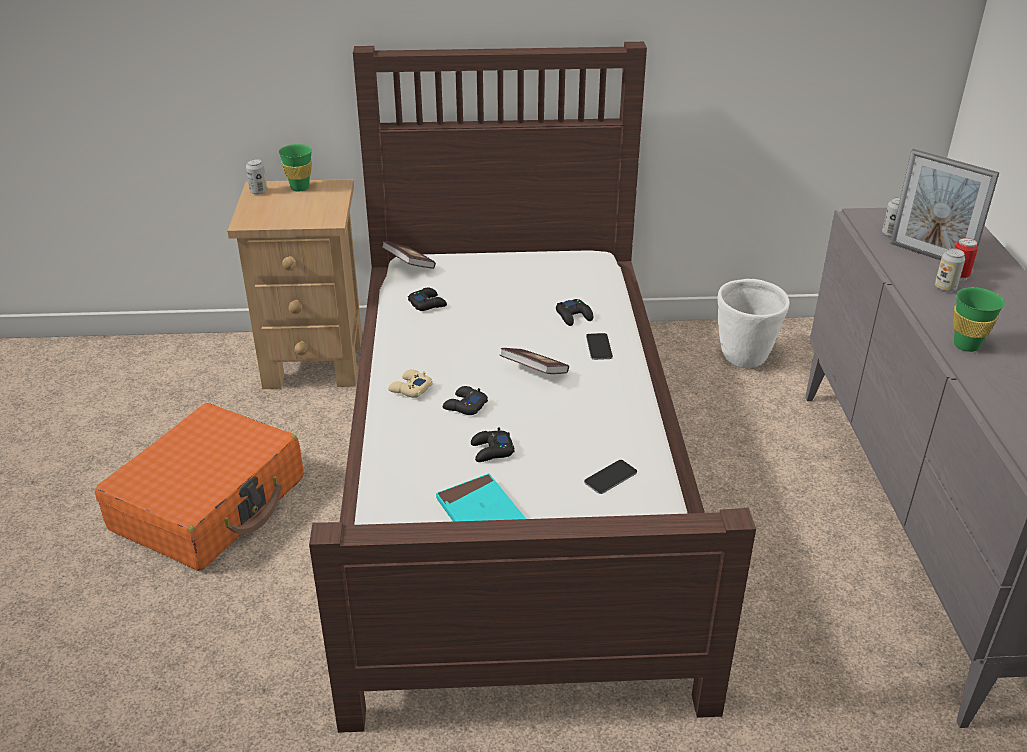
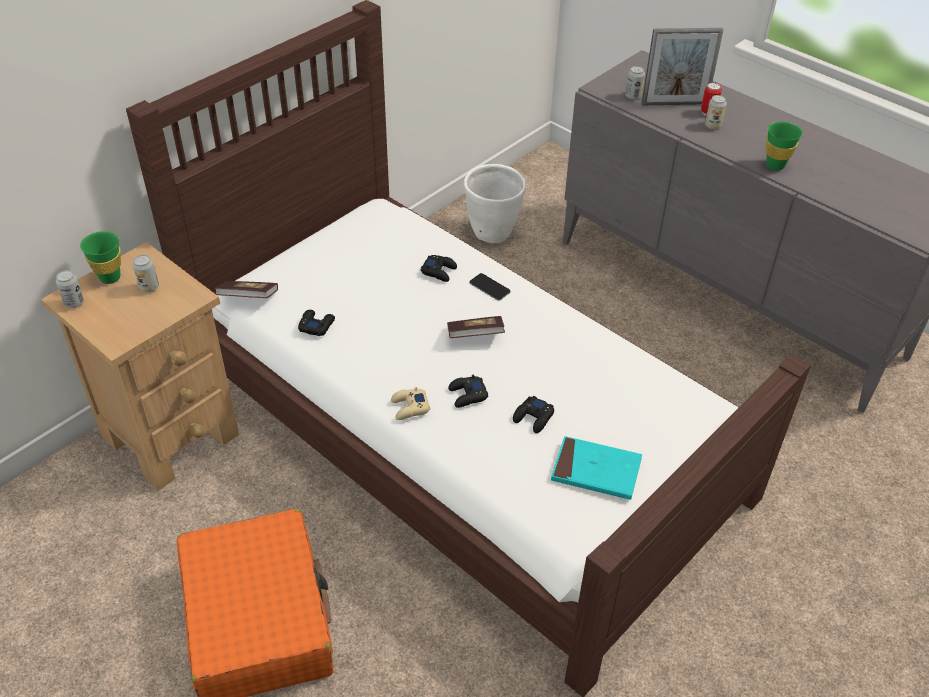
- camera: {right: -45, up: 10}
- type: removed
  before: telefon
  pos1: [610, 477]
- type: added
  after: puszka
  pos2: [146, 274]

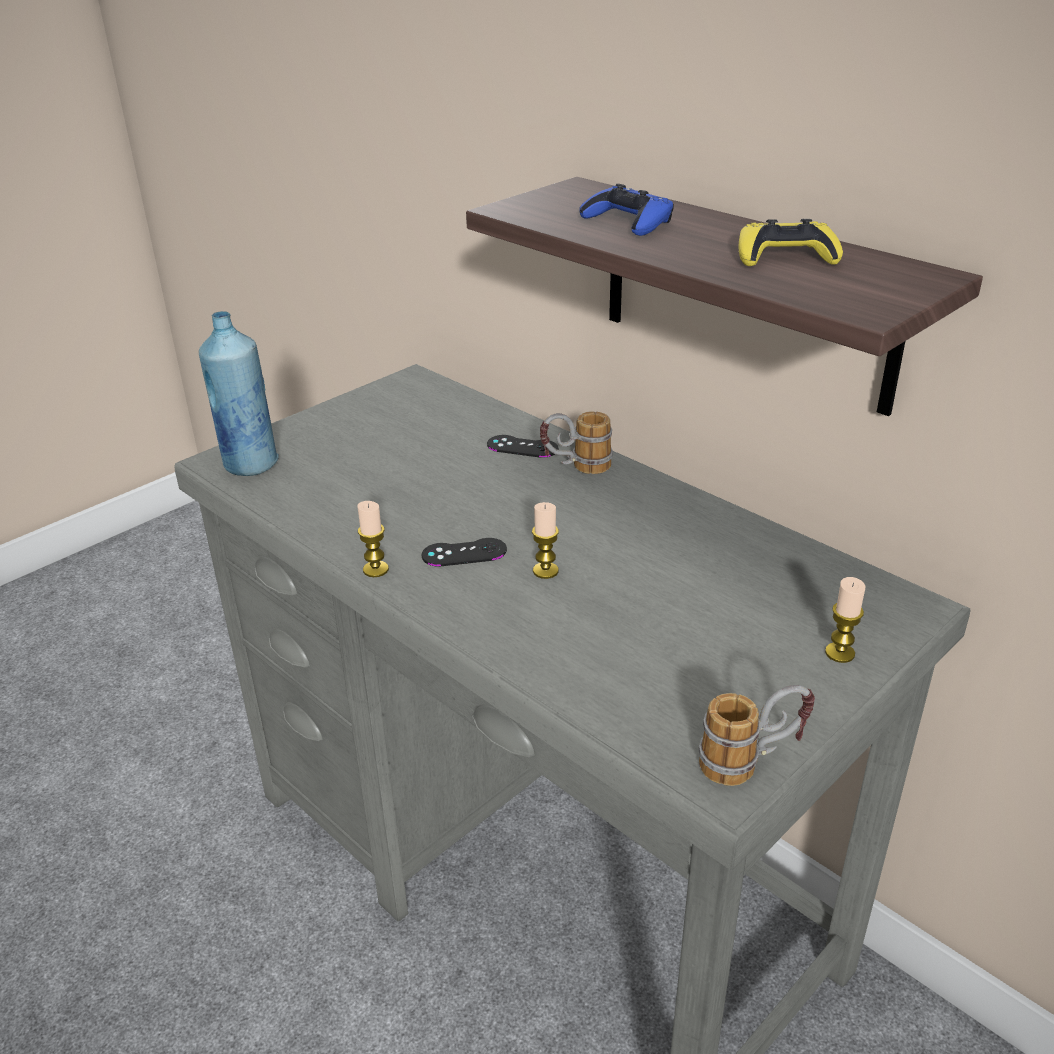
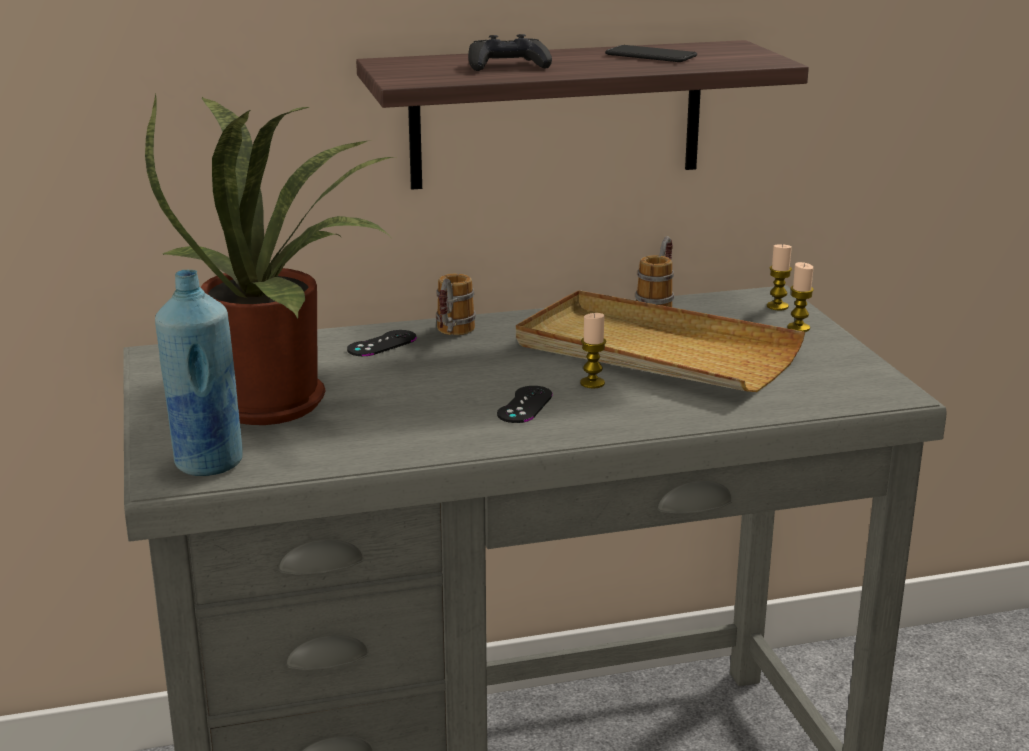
- camera: {right: -60, up: -10}
- type: moved
  before: świeca
  pos1: [373, 539]
  pos2: [779, 277]
- type: recoloured
  before: pad do gier (niebieski)
  after: pad do gier (czarny)
  pos1: [626, 210]
  pos2: [510, 52]
- type: moved
  before: kubek
  pos1: [757, 735]
  pos2: [654, 271]
- type: replaced
  before: pad do gier (żółty)
  after: telefon
  pos1: [791, 242]
  pos2: [651, 53]
- type: added
  after: roślina doniczkowa
  pos2: [270, 259]
- type: added
  after: taca (beżowy)
  pos2: [660, 341]

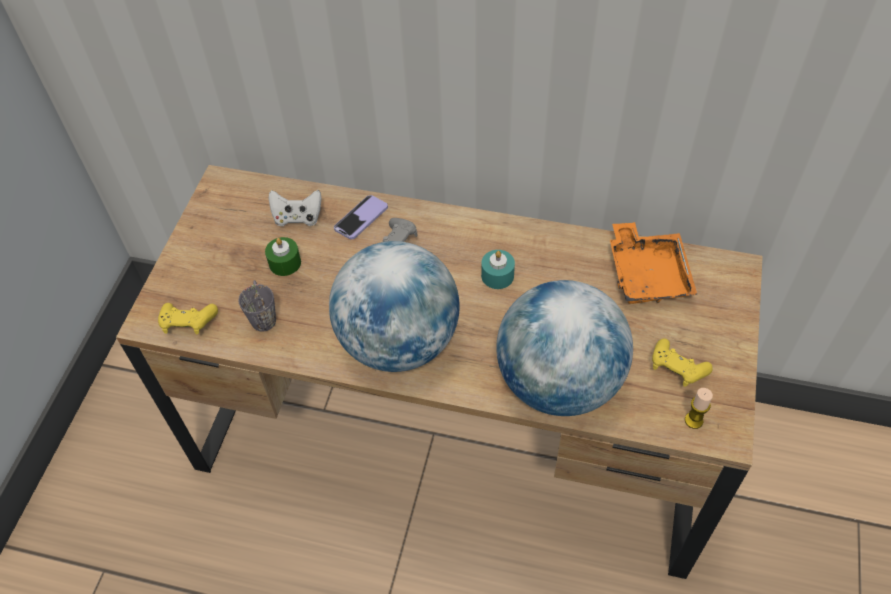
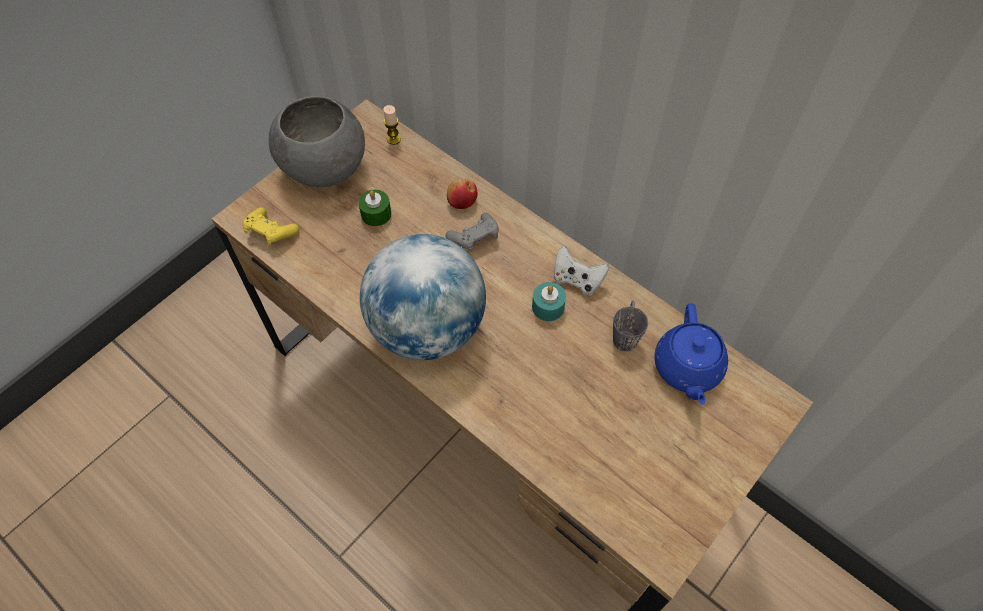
- camera: {right: 25, up: 5}
- type: moved
  before: kubek (szary)
  pos1: [257, 306]
  pos2: [630, 326]
- type: moved
  before: pad do gier (biały)
  pos1: [295, 208]
  pos2: [581, 270]
- type: replaced
  before: telefon
  after: jabłko
  pos1: [361, 217]
  pos2: [462, 193]
- type: removed
  before: globus
  pos1: [564, 348]
- type: replaced
  before: taca (pomarańczowy)
  after: imbryk (niebieski)
  pos1: [653, 263]
  pos2: [691, 354]
- type: removed
  before: pad do gier (żółty)
  pos1: [682, 362]
- type: moved
  before: świeca
  pos1: [699, 408]
  pos2: [392, 125]
- type: added
  after: miska (szary)
  pos2: [317, 141]

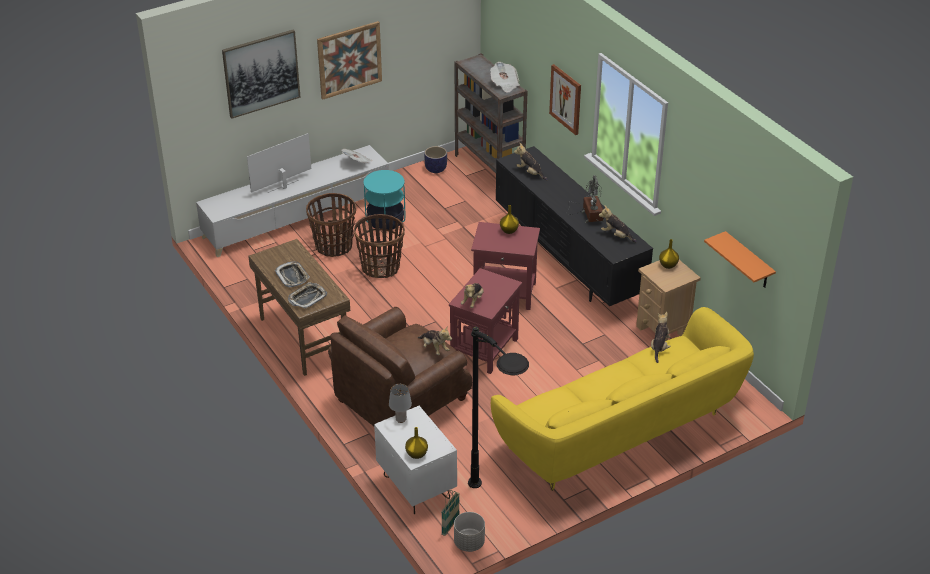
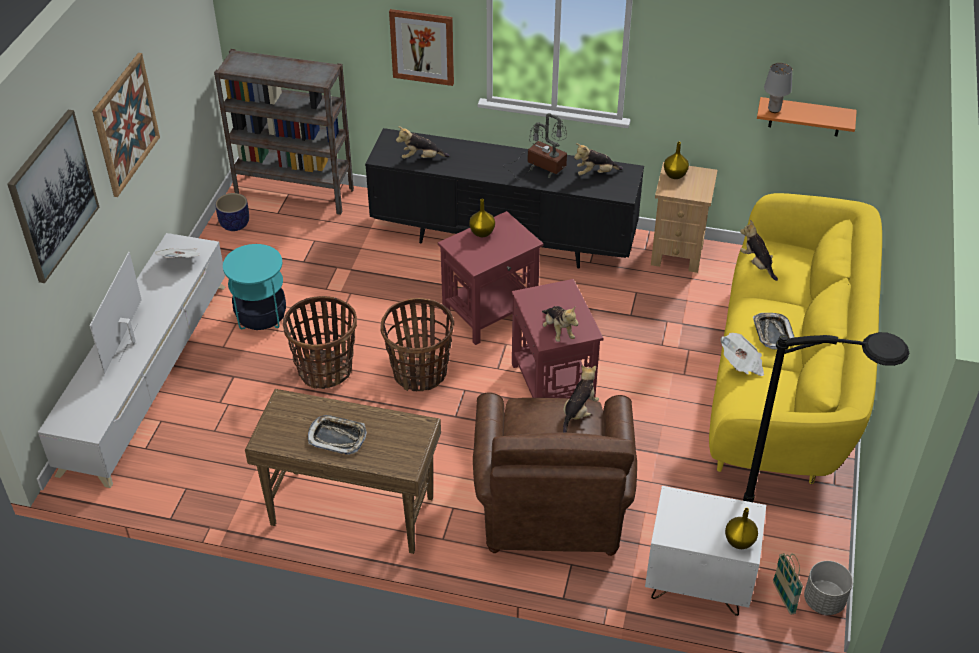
- camera: {right: -45, up: 5}
- type: moved
  before: taca
  pos1: [307, 295]
  pos2: [773, 331]
- type: moved
  before: koszyk
  pos1: [331, 225]
  pos2: [417, 344]
- type: moved
  before: lampa stołowa (szary)
  pos1: [400, 403]
  pos2: [778, 88]
- type: turned
  before: pluszak
  pos1: [435, 341]
  pos2: [581, 399]
  turn: -60
- type: moved
  before: gazeta
  pos1: [505, 77]
  pos2: [742, 354]

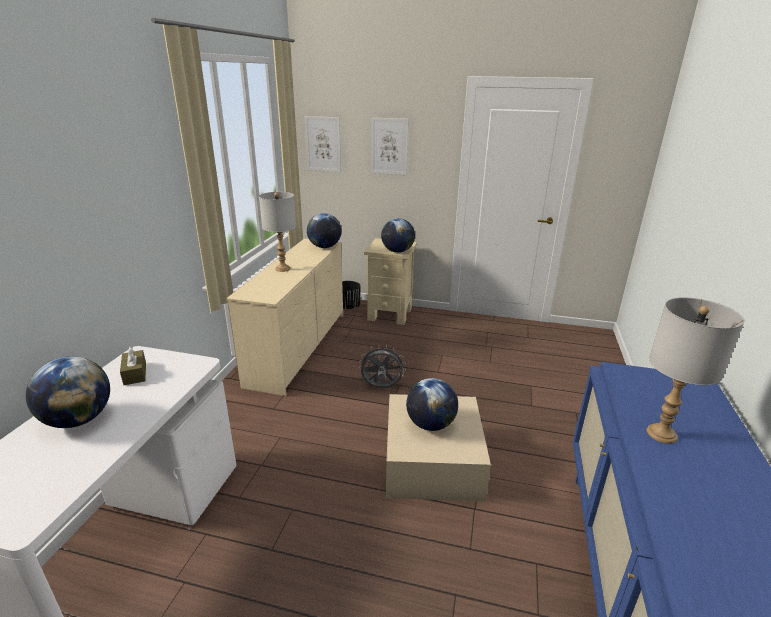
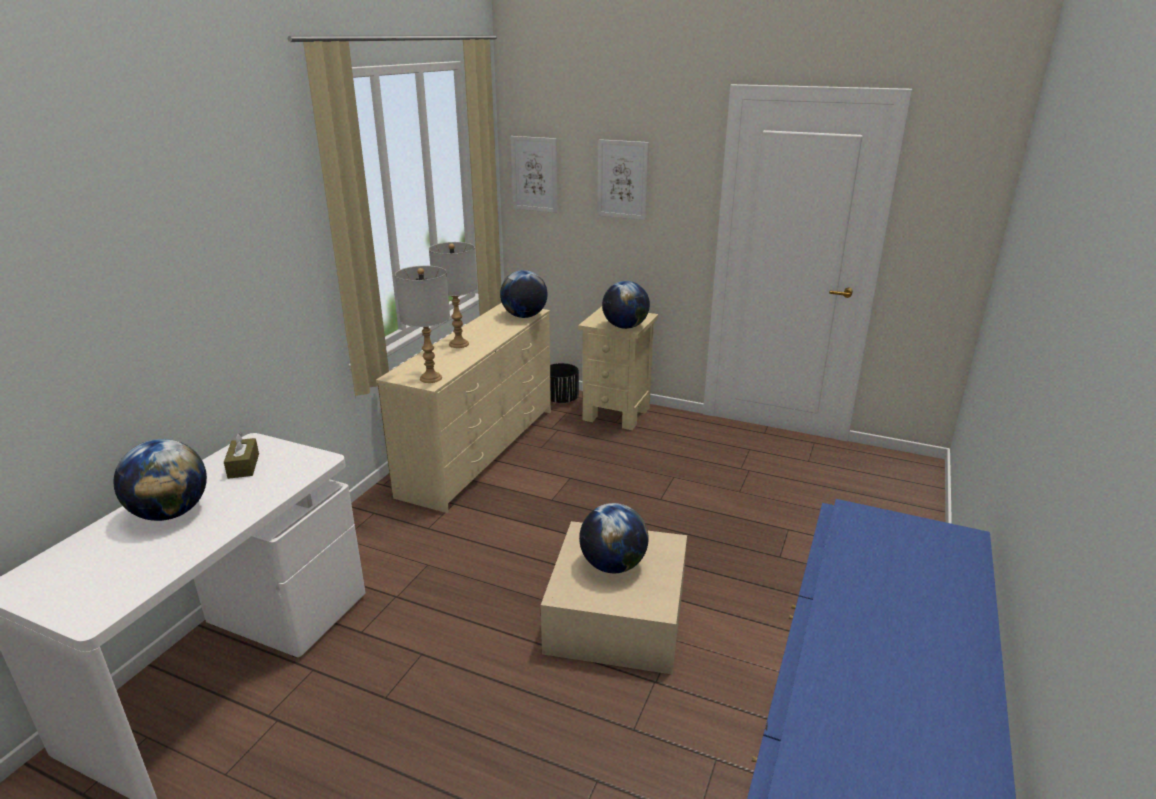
- camera: {right: 10, up: 0}
- type: removed
  before: wentylator (szary)
  pos1: [382, 366]
- type: moved
  before: lampa stołowa (szary)
  pos1: [695, 370]
  pos2: [422, 324]

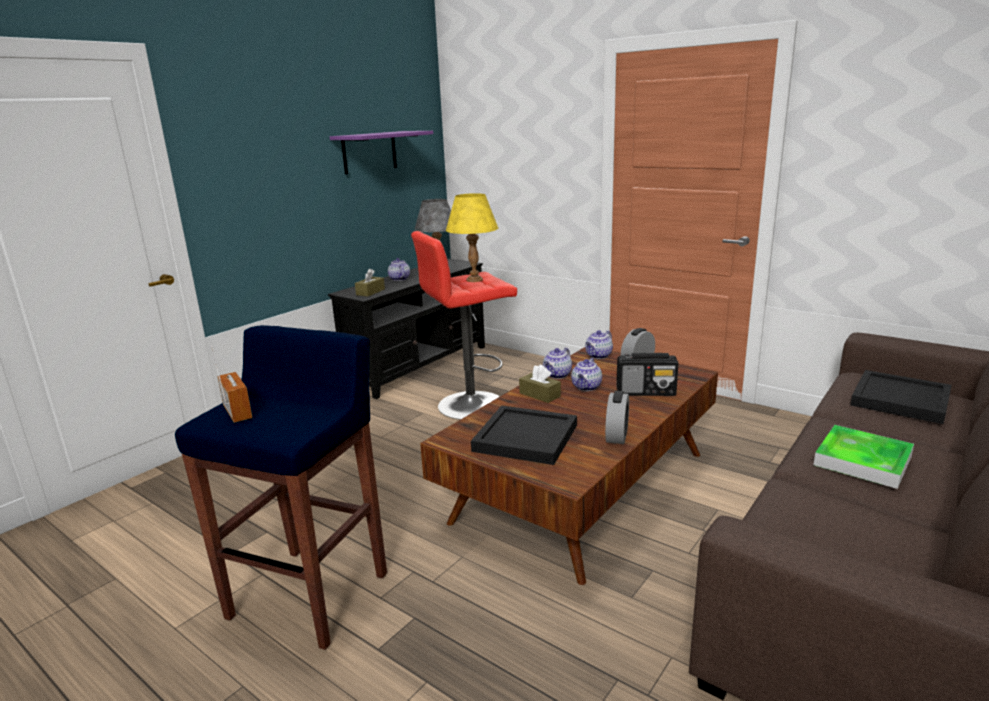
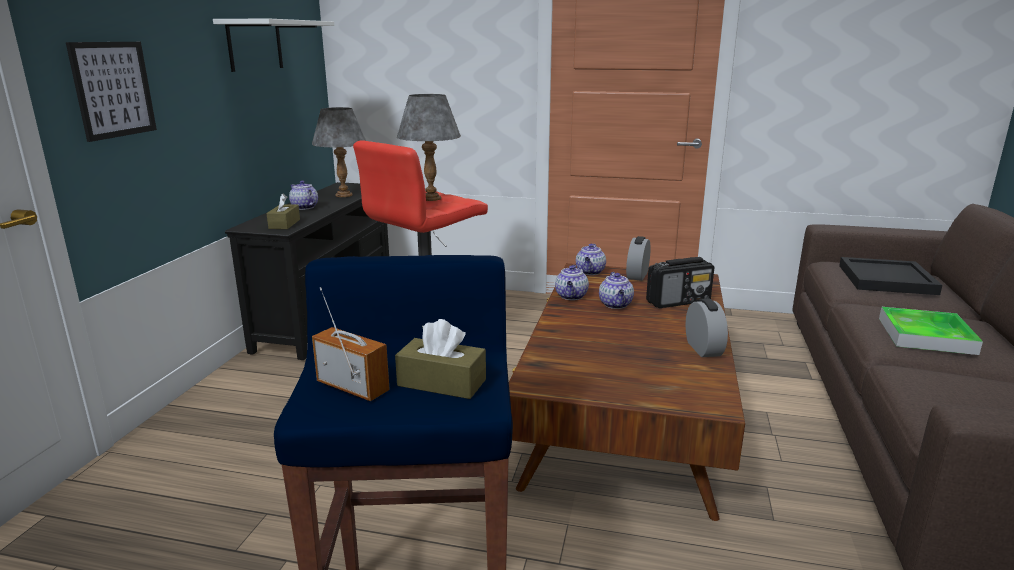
- camera: {right: -25, up: 0}
- type: recoloured
  before: półka (fioletowy)
  after: półka (biały)
  pos1: [381, 153]
  pos2: [273, 45]
- type: recoloured
  before: lampa stołowa (żółty)
  after: lampa stołowa (szary)
  pos1: [472, 237]
  pos2: [429, 147]
- type: removed
  before: taca (czarny)
  pos1: [524, 435]
- type: moved
  before: pudełko chusteczek (brązowy)
  pos1: [540, 384]
  pos2: [440, 359]
- type: added
  after: obraz
  pos2: [111, 92]

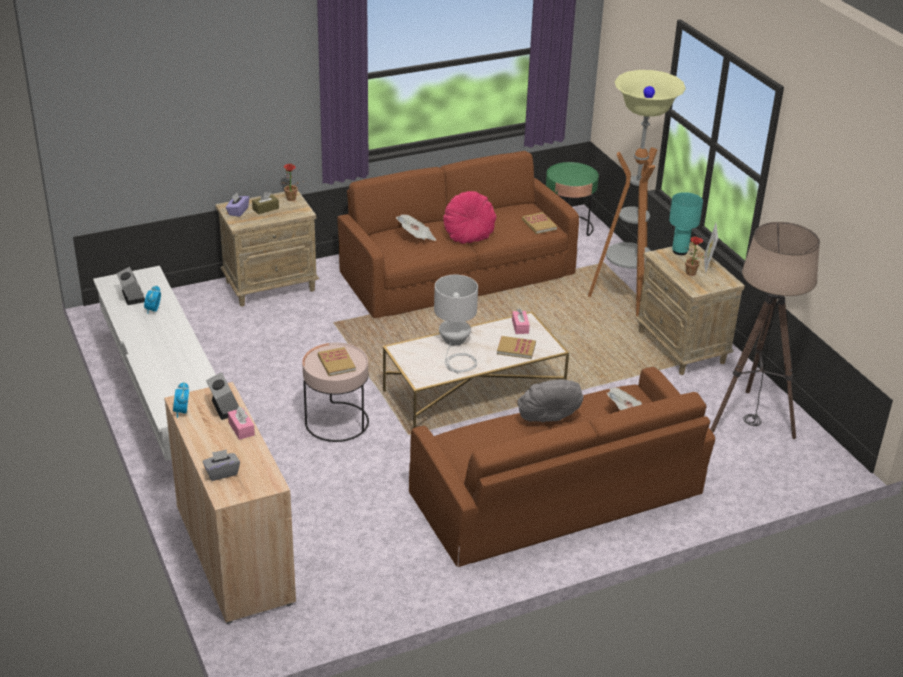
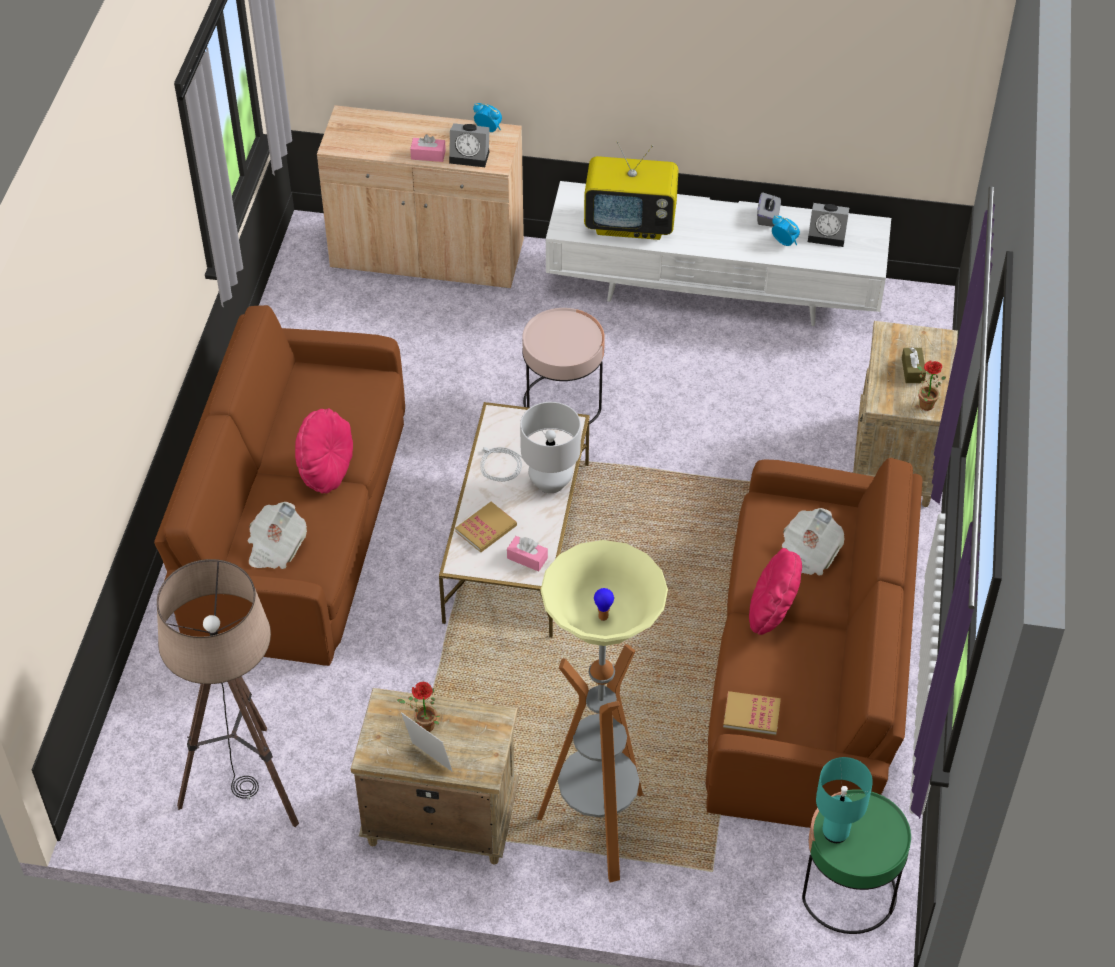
- camera: {right: 125, up: 15}
- type: moved
  before: pudełko chusteczek (szary)
  pos1: [221, 465]
  pos2: [769, 209]
- type: removed
  before: pudełko chusteczek (fioletowy)
  pos1: [237, 205]
- type: removed
  before: książka
  pos1: [337, 361]
- type: recoloured
  before: poduszka (szary)
  after: poduszka (różowy)
  pos1: [550, 400]
  pos2: [324, 450]
- type: moved
  before: lampa stołowa (turkusowy)
  pos1: [686, 223]
  pos2: [844, 800]
- type: added
  after: telewizor
  pos2: [631, 190]

